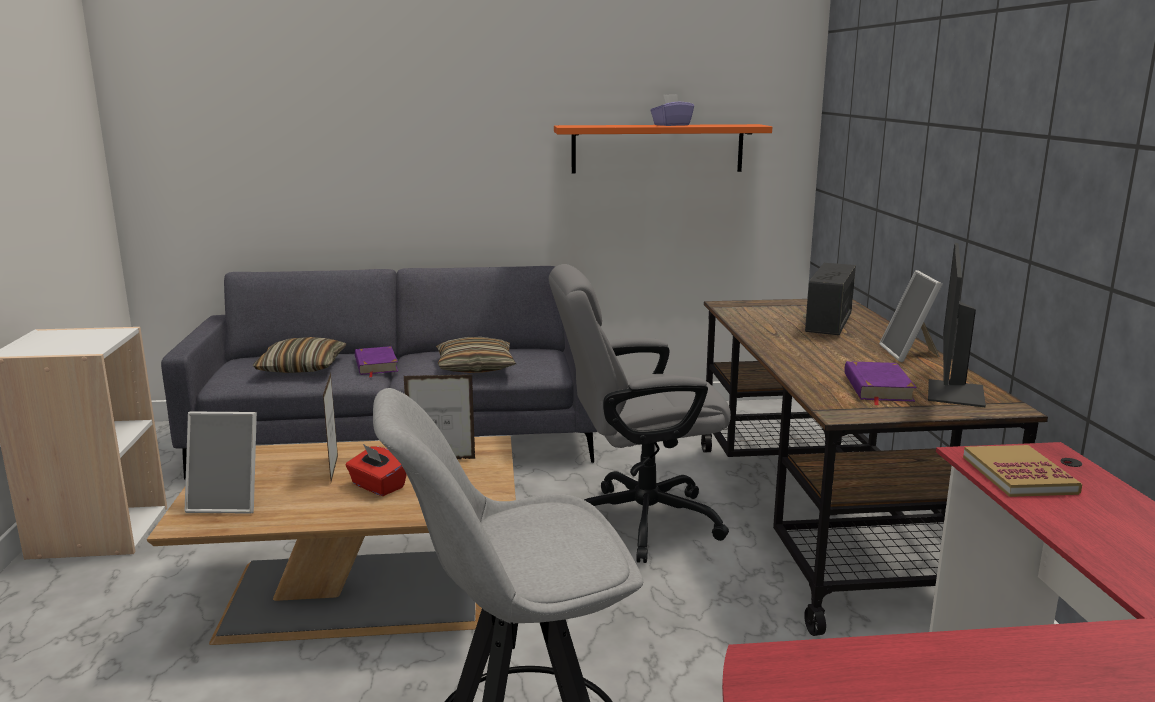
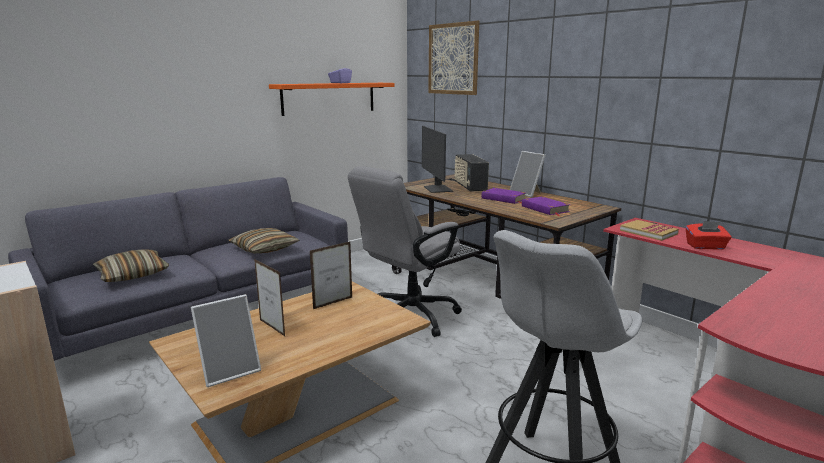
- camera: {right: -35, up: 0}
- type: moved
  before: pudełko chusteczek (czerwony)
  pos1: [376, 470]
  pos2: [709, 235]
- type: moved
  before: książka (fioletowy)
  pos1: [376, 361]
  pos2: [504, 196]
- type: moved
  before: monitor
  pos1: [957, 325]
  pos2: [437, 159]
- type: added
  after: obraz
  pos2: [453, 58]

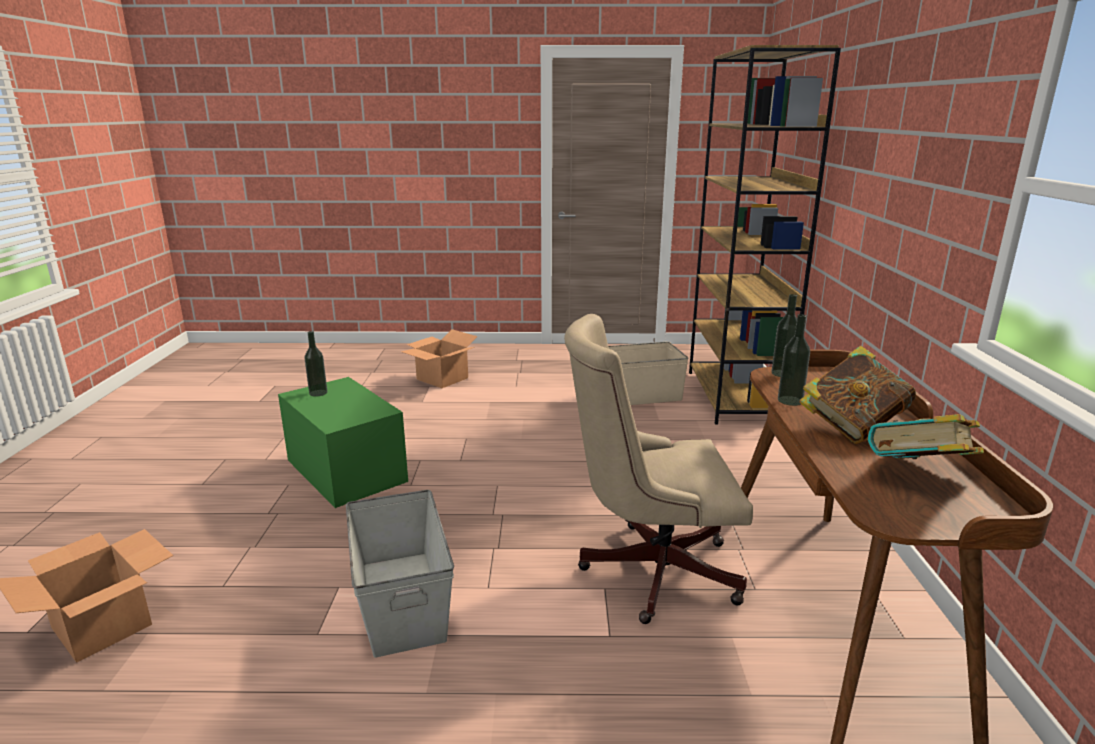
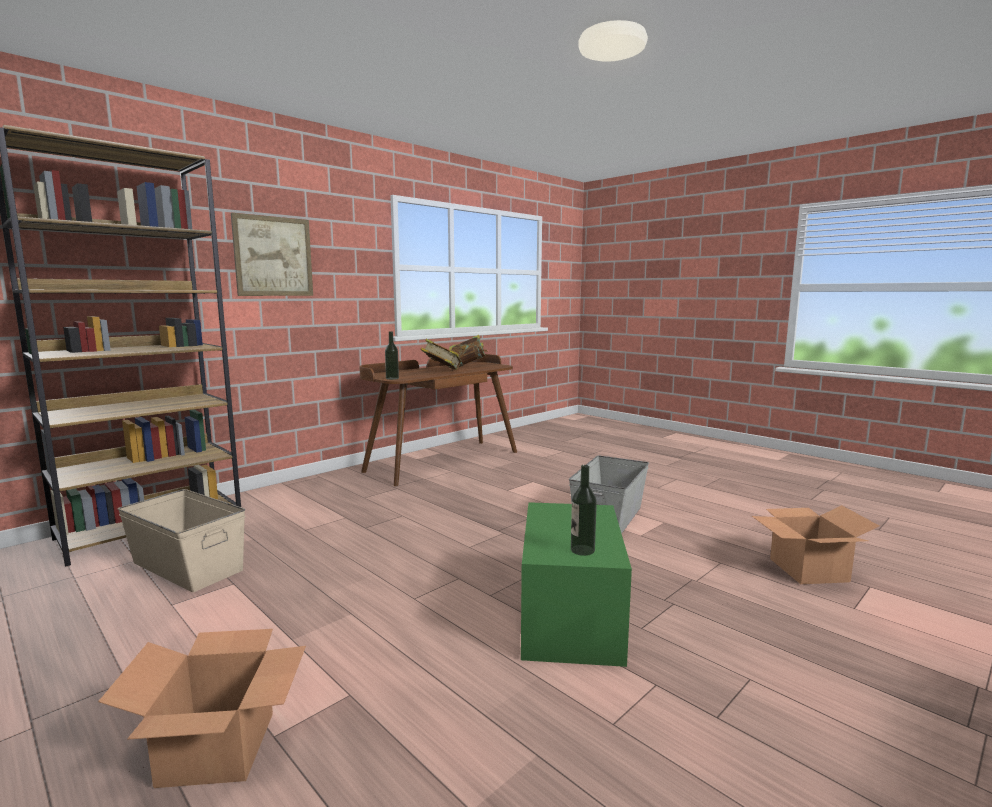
- camera: {right: -135, up: -10}
- type: removed
  before: krzesło biurowe (beżowy)
  pos1: [658, 469]
- type: removed
  before: butelka
  pos1: [794, 360]
- type: added
  after: obraz
  pos2: [272, 254]

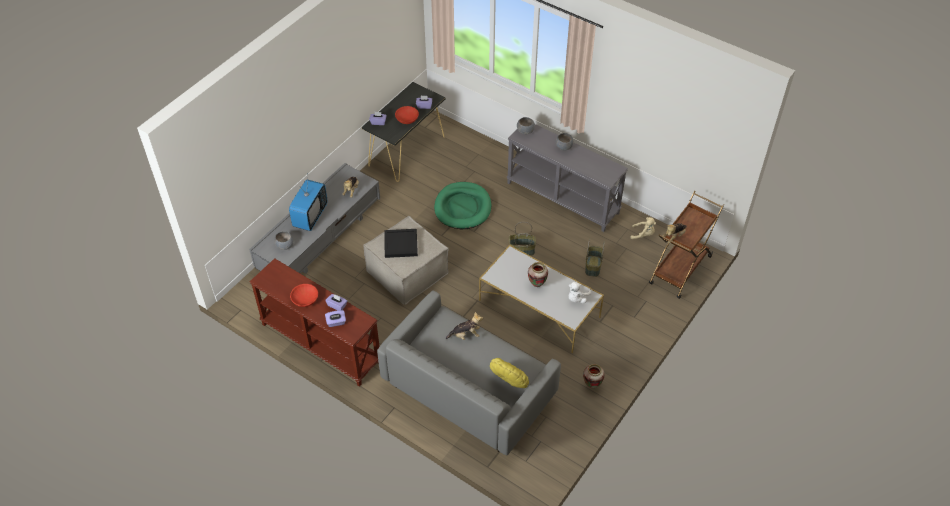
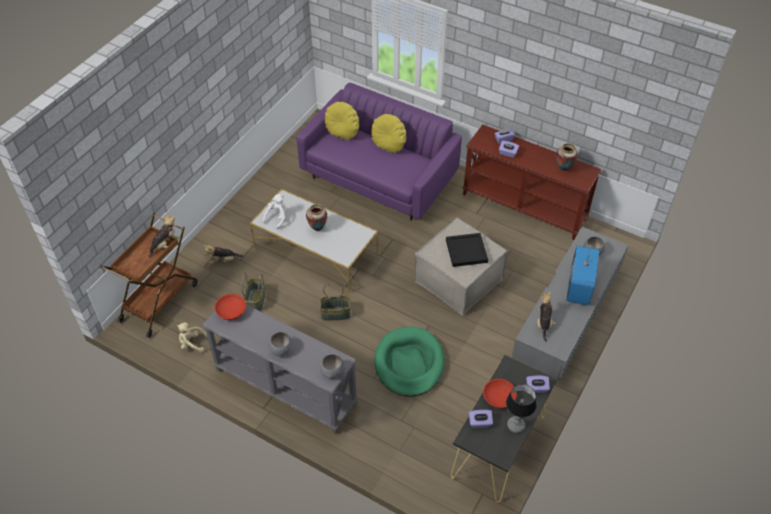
- camera: {right: 175, up: 0}
- type: moved
  before: miska (czerwony)
  pos1: [304, 295]
  pos2: [230, 307]
- type: recoloured
  before: kanapa (szary)
  after: kanapa (fioletowy)
  pos1: [469, 372]
  pos2: [379, 151]
- type: moved
  before: pluszak
  pos1: [464, 326]
  pos2: [223, 254]
- type: moved
  before: wazon
  pos1: [594, 376]
  pos2: [567, 157]
- type: added
  after: poduszka (żółty)
  pos2: [388, 133]
- type: added
  after: lampa stołowa
  pos2: [521, 408]

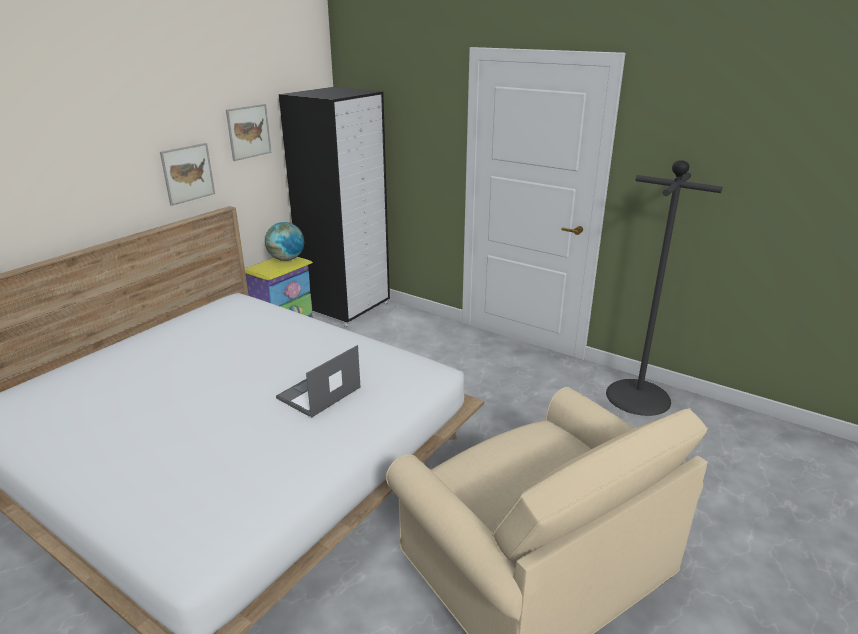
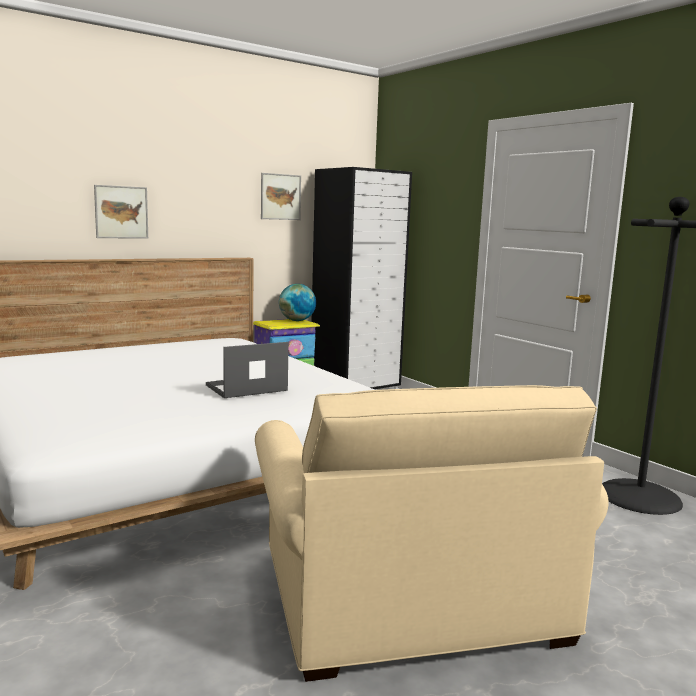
- camera: {right: 20, up: -15}
- type: moved
  before: obraz
  pos1: [187, 174]
  pos2: [121, 212]

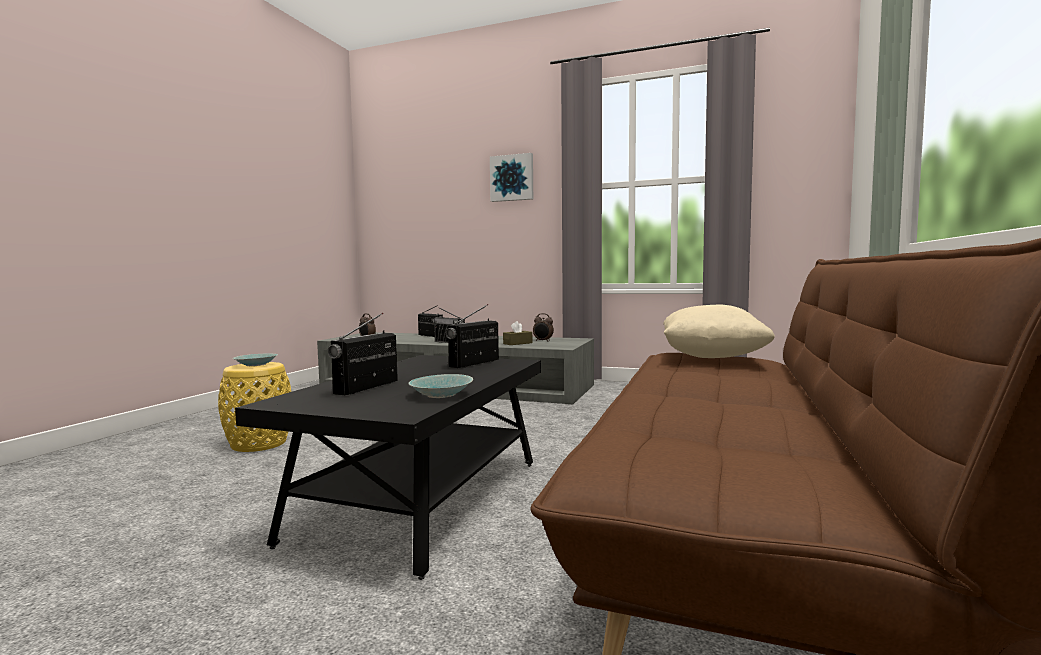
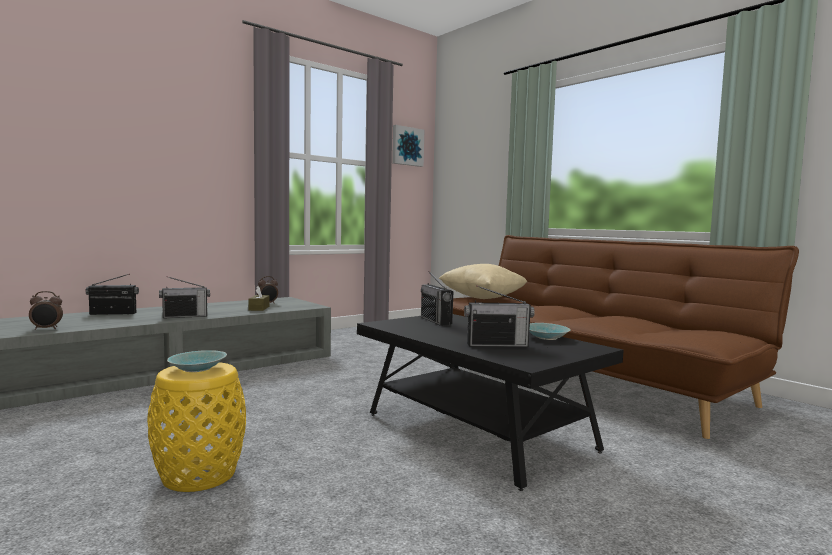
- camera: {right: -60, up: 0}
- type: turned
  before: radio
  pos1: [363, 354]
  pos2: [499, 316]
  turn: -60
- type: moved
  before: obraz
  pos1: [511, 177]
  pos2: [408, 146]

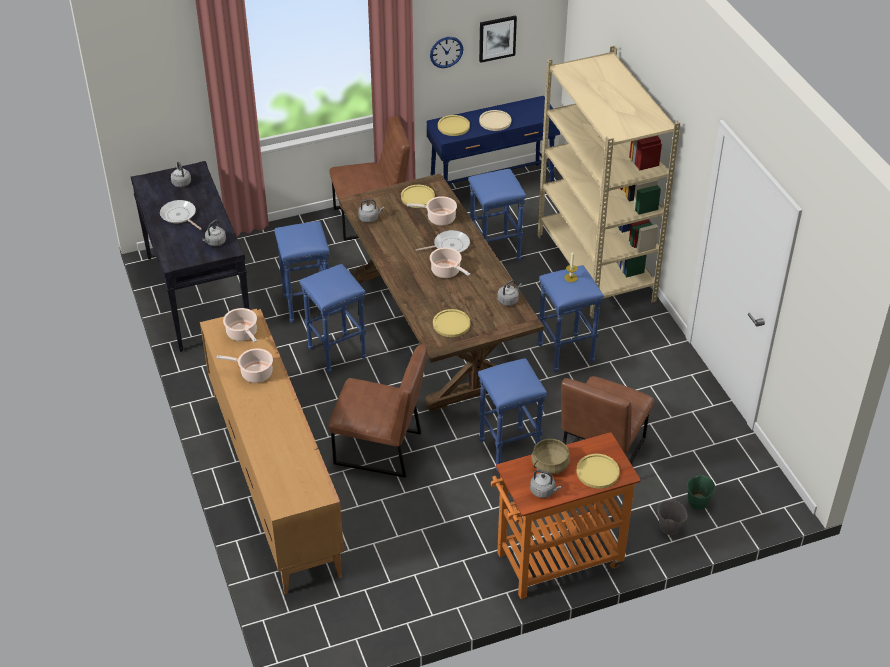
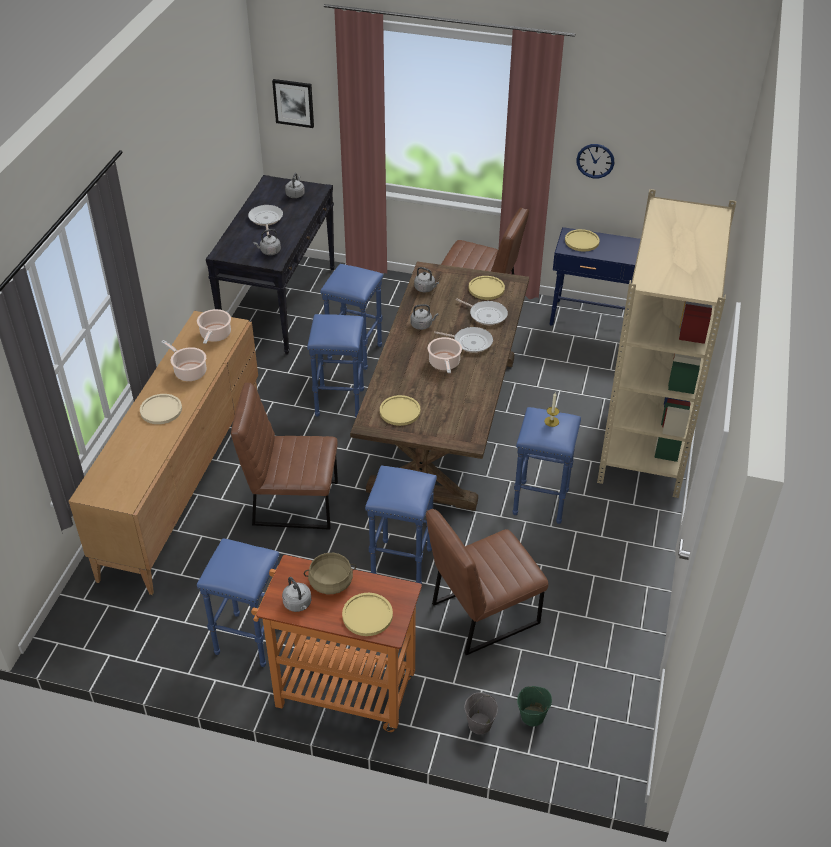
- camera: {right: 35, up: 0}
- type: turned
  before: krzesło (brązowy)
  pos1: [377, 411]
  pos2: [284, 456]
  turn: 135
- type: replaced
  before: garnek
  after: patelnia
  pos1: [432, 211]
  pos2: [481, 311]
- type: moved
  before: stołek (niebieski)
  pos1: [497, 215]
  pos2: [238, 602]
- type: moved
  before: obraz
  pos1: [498, 39]
  pos2: [293, 103]
- type: moved
  before: talerz (beżowy)
  pos1: [495, 120]
  pos2: [161, 409]
- type: moved
  before: czajnik (szary)
  pos1: [510, 293]
  pos2: [425, 317]

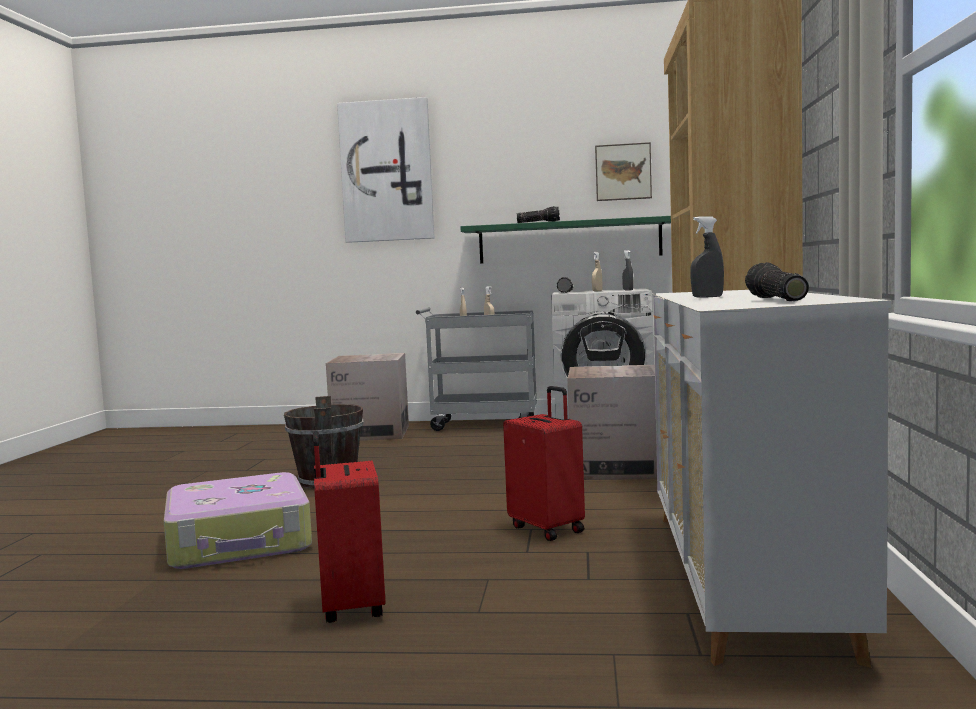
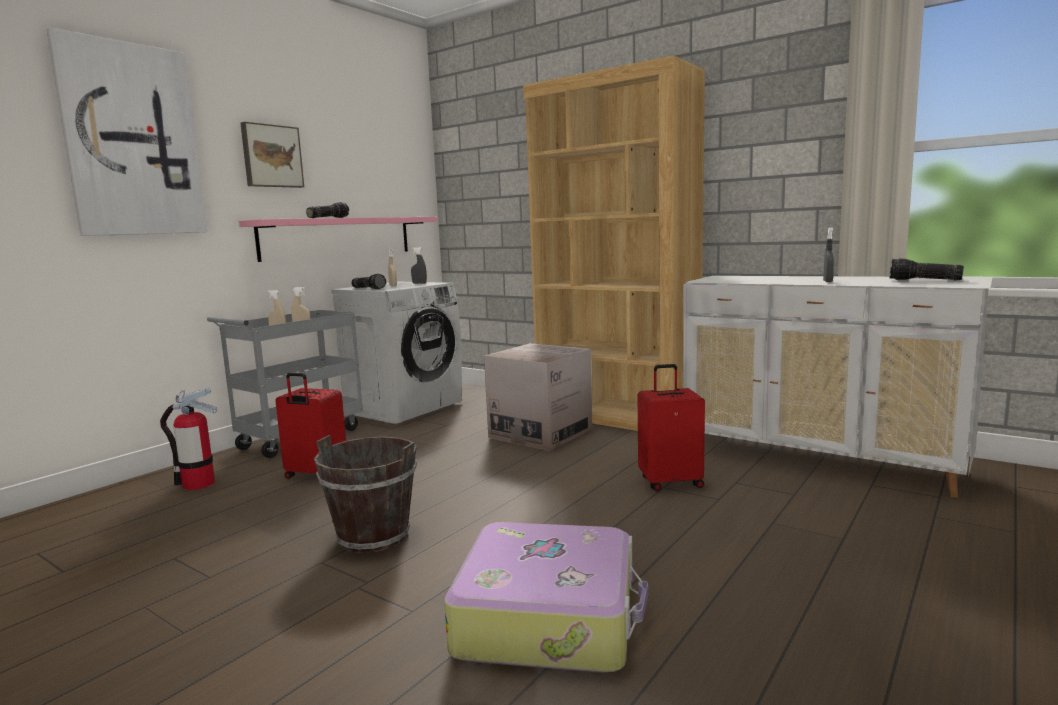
- camera: {right: -60, up: 5}
- type: moved
  before: walizka (czerwony)
  pos1: [349, 527]
  pos2: [310, 426]
- type: replaced
  before: karton
  after: gaśnica
  pos1: [367, 397]
  pos2: [188, 438]
- type: recoloured
  before: półka (zielony)
  after: półka (różowy)
  pos1: [565, 239]
  pos2: [338, 239]
- type: moved
  before: obraz
  pos1: [623, 171]
  pos2: [272, 155]

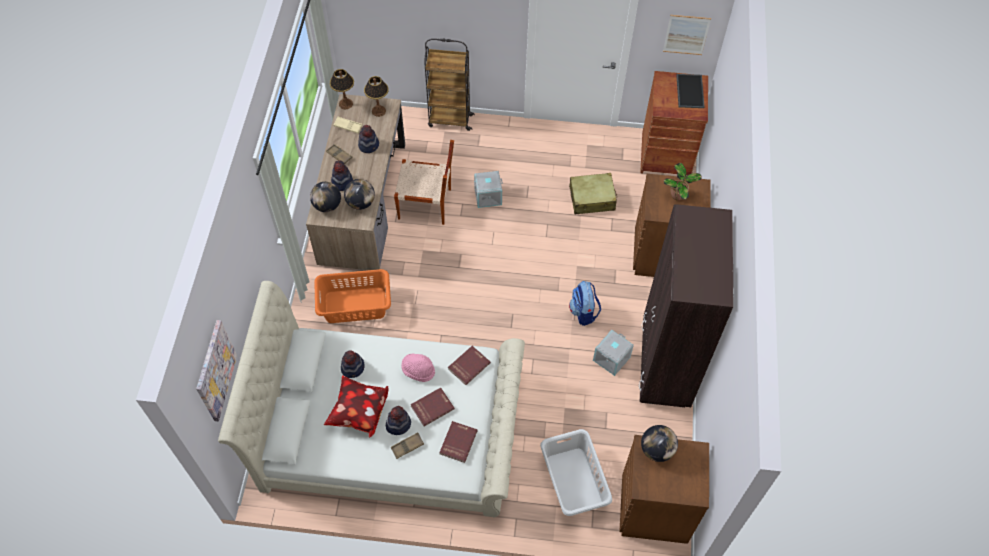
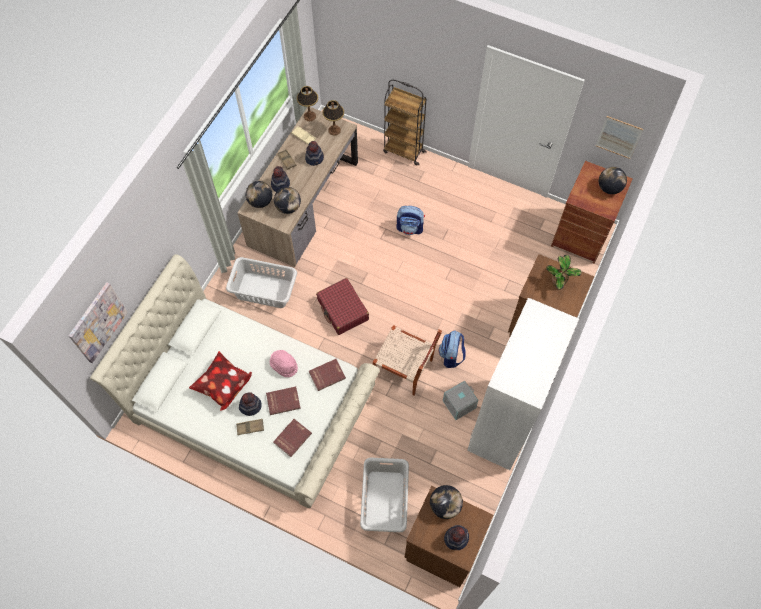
- camera: {right: 20, up: 5}
- type: recoloured
  before: kosz na pranie (pomarańczowy)
  after: kosz na pranie (szary)
  pos1: [352, 296]
  pos2: [261, 282]
- type: moved
  before: kapelusz
  pos1: [353, 364]
  pos2: [456, 537]
- type: moved
  before: krzesło
  pos1: [424, 182]
  pos2: [407, 360]
- type: replaced
  before: pojemnik do przechowywania (szary)
  after: plecak
  pos1: [488, 189]
  pos2: [410, 220]
- type: removed
  before: walizka (beżowy)
  pos1: [593, 193]
- type: recoloured
  before: szafa (brązowy)
  after: szafa (biały)
  pos1: [686, 305]
  pos2: [523, 384]
- type: replaced
  before: taca
  after: globus
  pos1: [690, 91]
  pos2: [613, 180]
- type: added
  after: walizka (czerwony)
  pos2: [342, 306]

